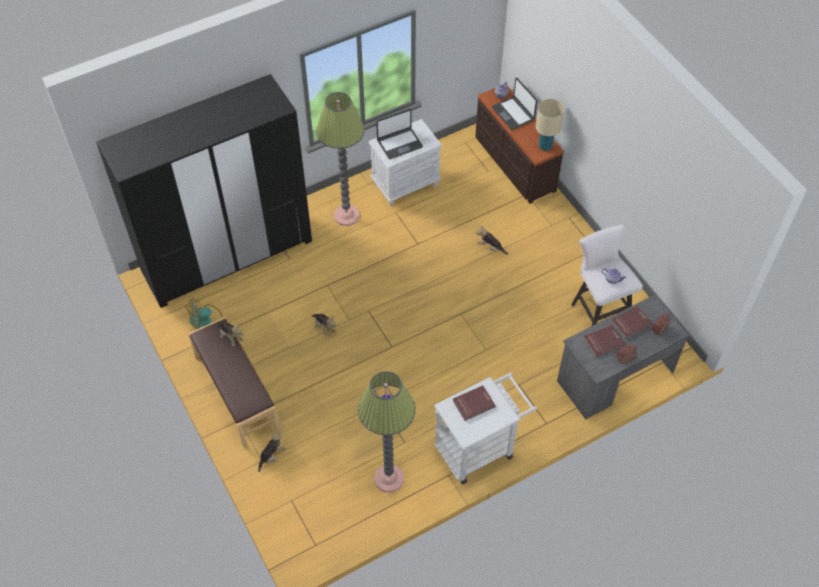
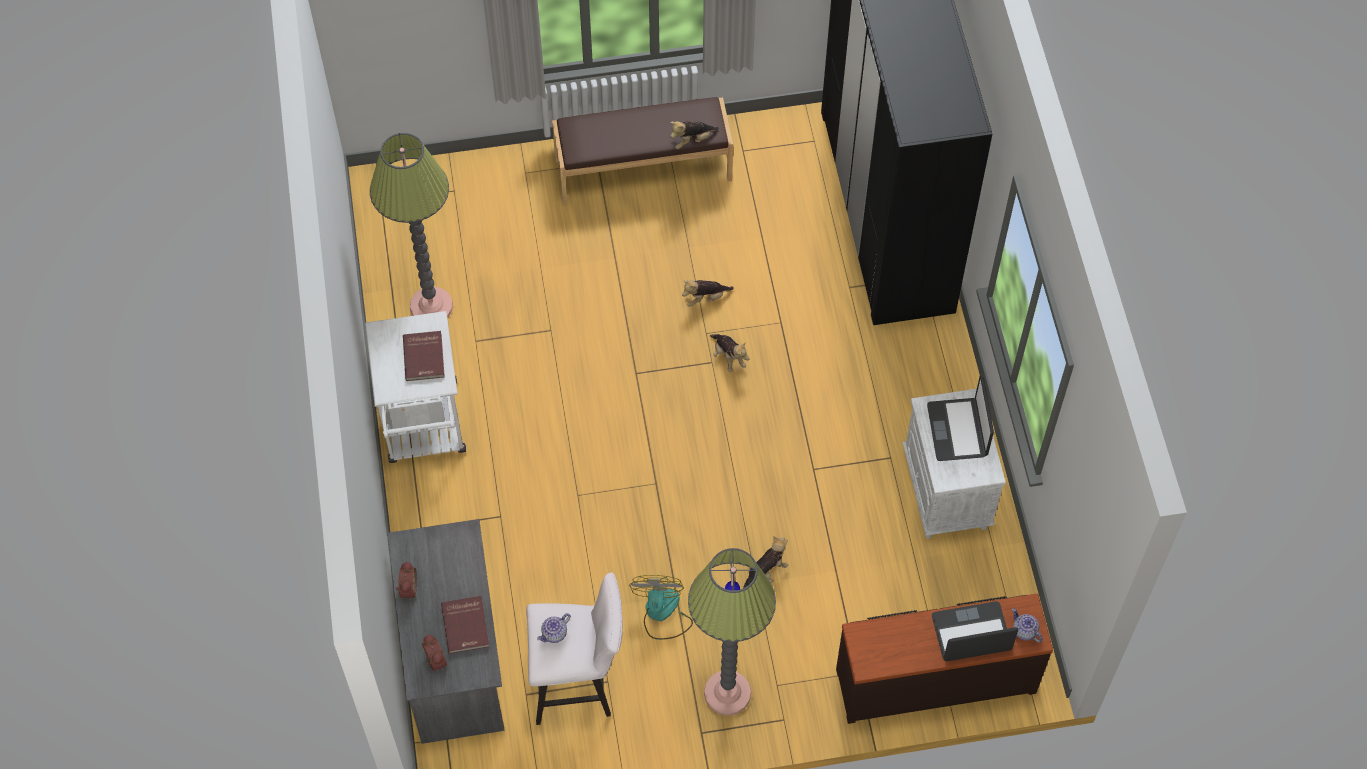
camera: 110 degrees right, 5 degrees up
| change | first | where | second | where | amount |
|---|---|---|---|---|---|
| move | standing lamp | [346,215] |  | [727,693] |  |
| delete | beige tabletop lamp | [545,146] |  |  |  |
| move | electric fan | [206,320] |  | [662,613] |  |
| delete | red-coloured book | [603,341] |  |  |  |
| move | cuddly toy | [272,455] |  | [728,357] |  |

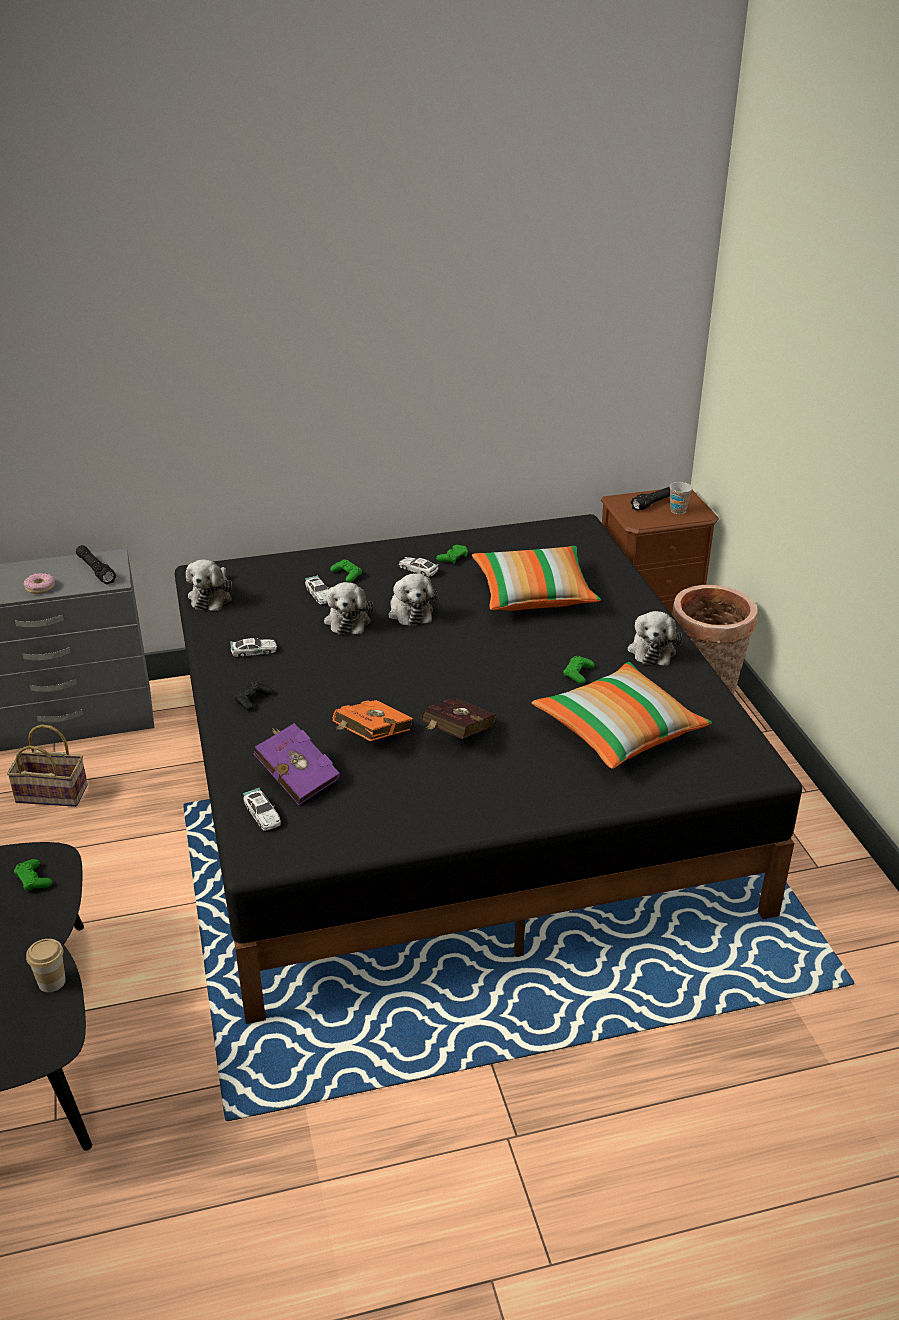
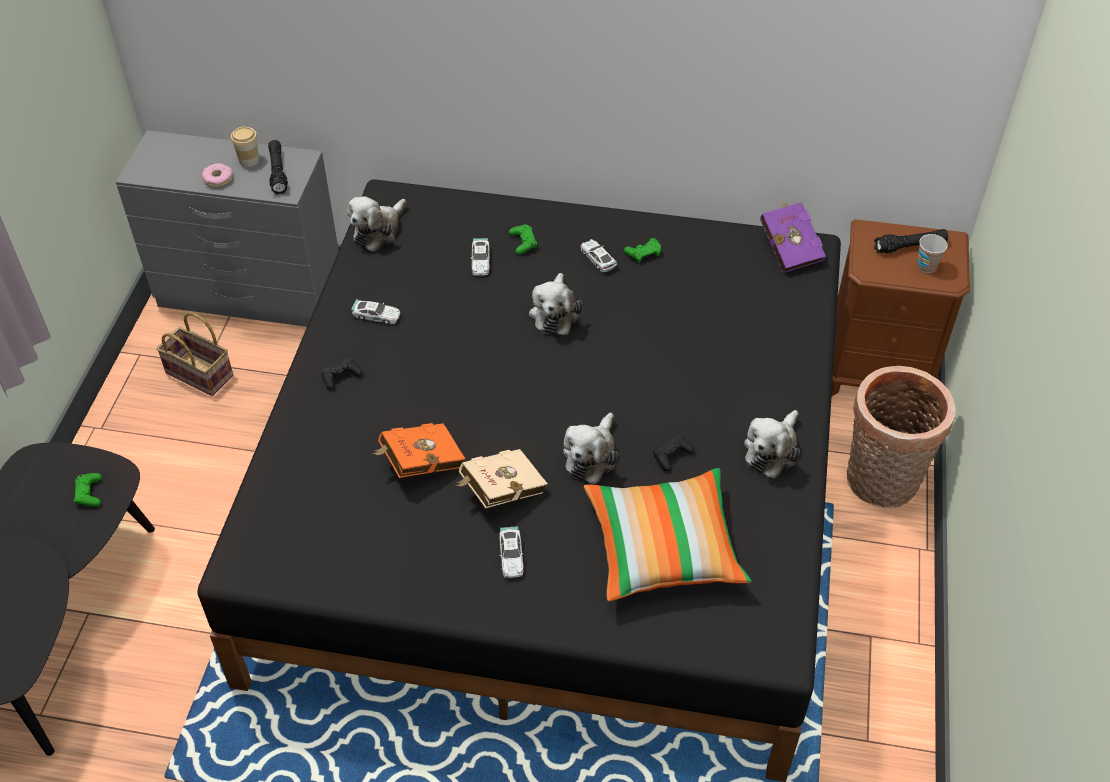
camera: 25 degrees right, 15 degrees up
| change | first | where | second | where | amount |
|---|---|---|---|---|---|
| delete | throw pillow | [534,594] |  |  |  |
| move | cuddly toy | [348,620] |  | [591,456] |  |
| recolor | green-coloured game controller | [578,673] | black game controller | [672,455] |  |
| recolor | red-coloured book | [455,735] | beige book | [499,491] |  |
| move | purple-coloured book | [296,777] |  | [789,248] |  |
| move | model car | [262,814] |  | [511,556] |  |
| move | drinking cup | [52,982] |  | [249,160] |  |

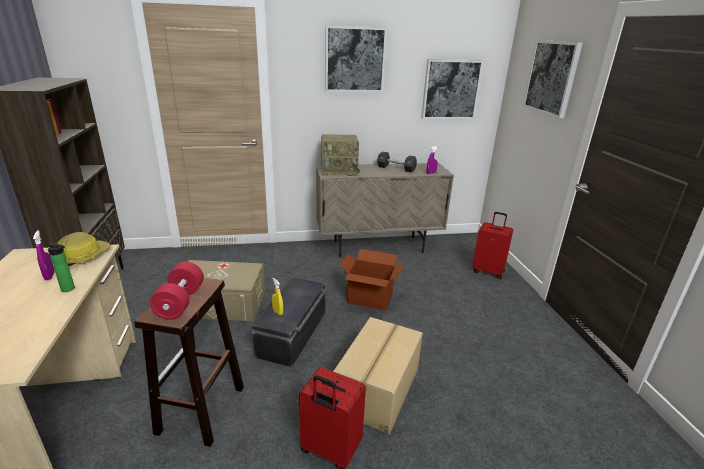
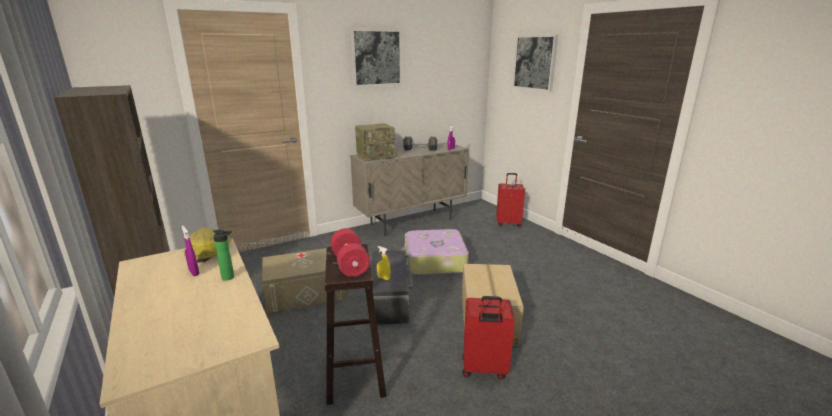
camera: 20 degrees left, 5 degrees down
| change | first | where | second | where | amount |
|---|---|---|---|---|---|
| delete | wall picture | [450,89] |  |  |  |
| replace | cardboard box | [370,299] | travel case | [434,261] |  |

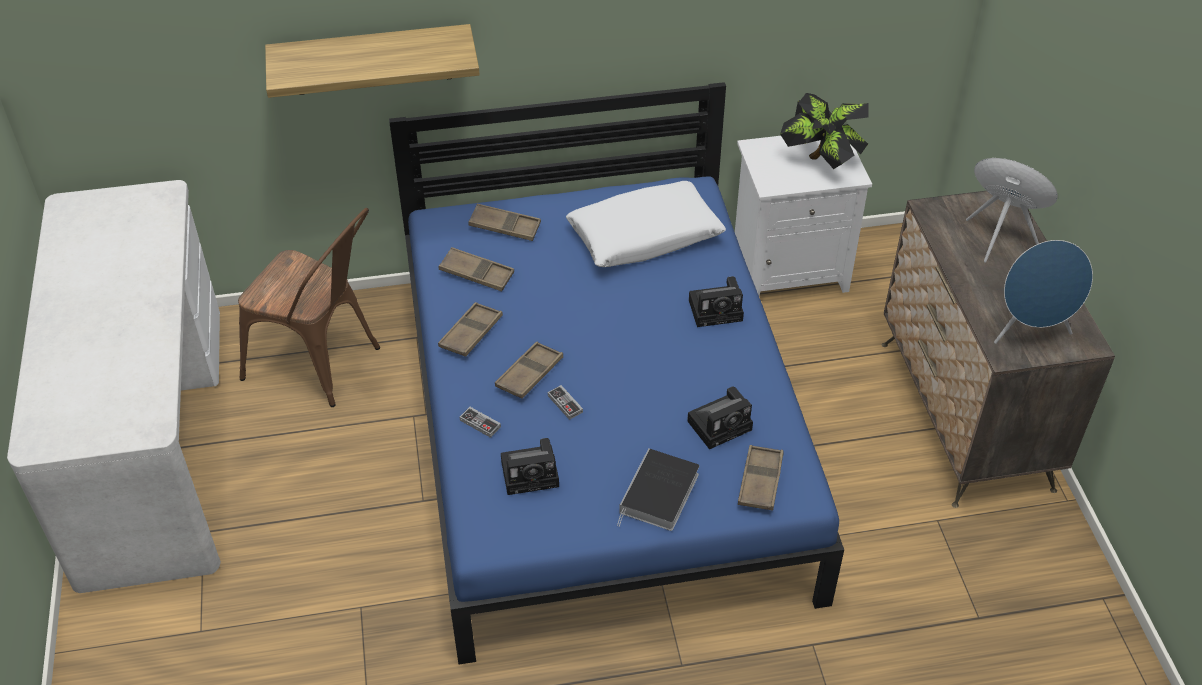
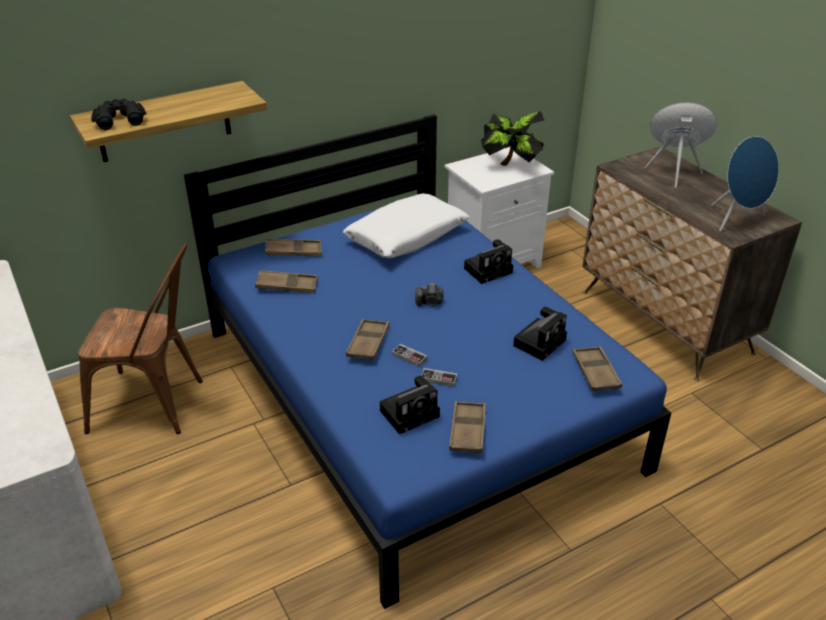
camera: 20 degrees left, 10 degrees down
| change | first | where | second | where | amount |
|---|---|---|---|---|---|
| move | brown-coloured carrying tray | [471,333] |  | [467,431] |  |
| move | game controller | [480,423] |  | [438,379] |  |
| delete | book | [659,495] |  |  |  |
| insert |  |  | black field glasses | [119,119] |  |
| insert |  |  | still camera | [429,303] |  |

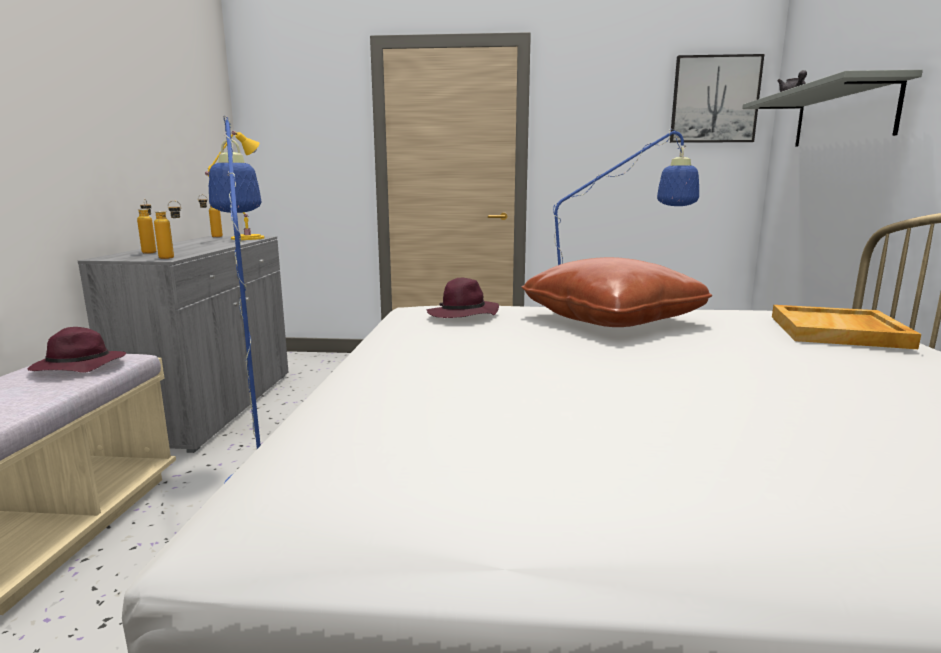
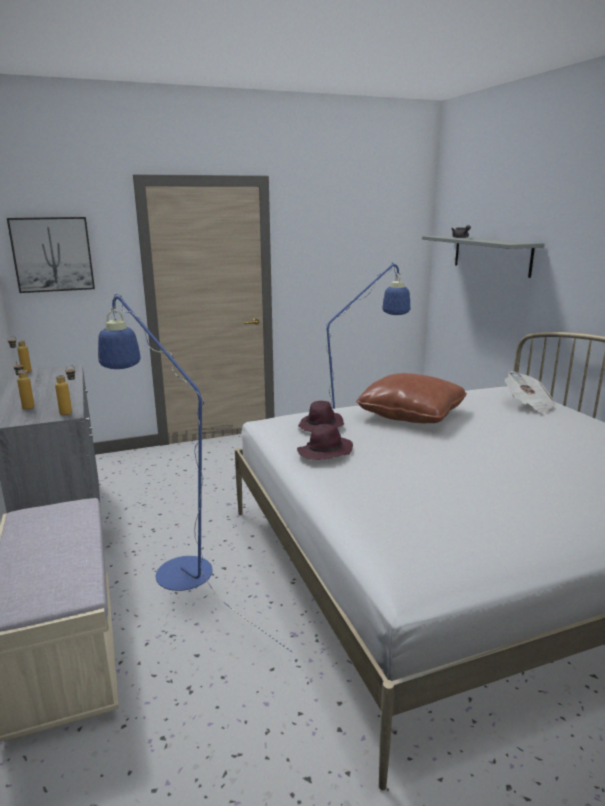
camera: 25 degrees left, 5 degrees up
| change | first | where | second | where | amount |
|---|---|---|---|---|---|
| move | wall picture | [714,99] |  | [52,254] |  |
| delete | yellowish tabletop lamp | [245,238] |  |  |  |
| replace | beige carrying tray | [838,331] | daily paper | [528,405] |  |
| move | purple-coloured clothing hat | [77,367] |  | [325,452] |  |

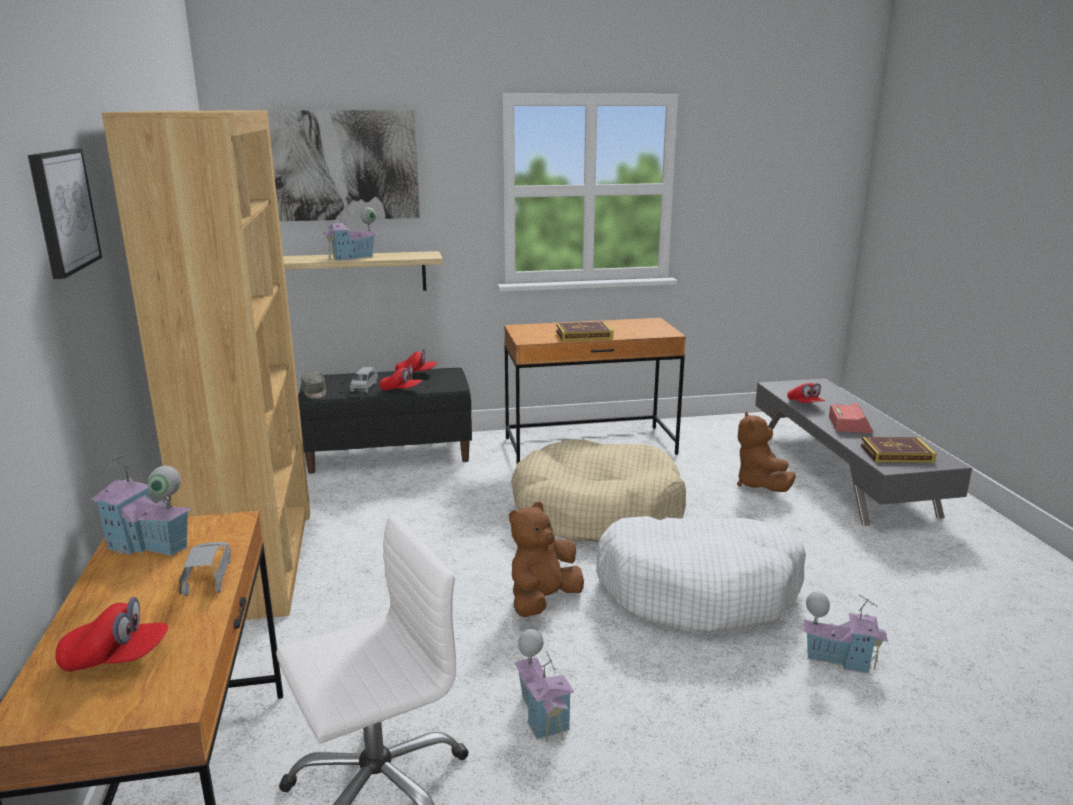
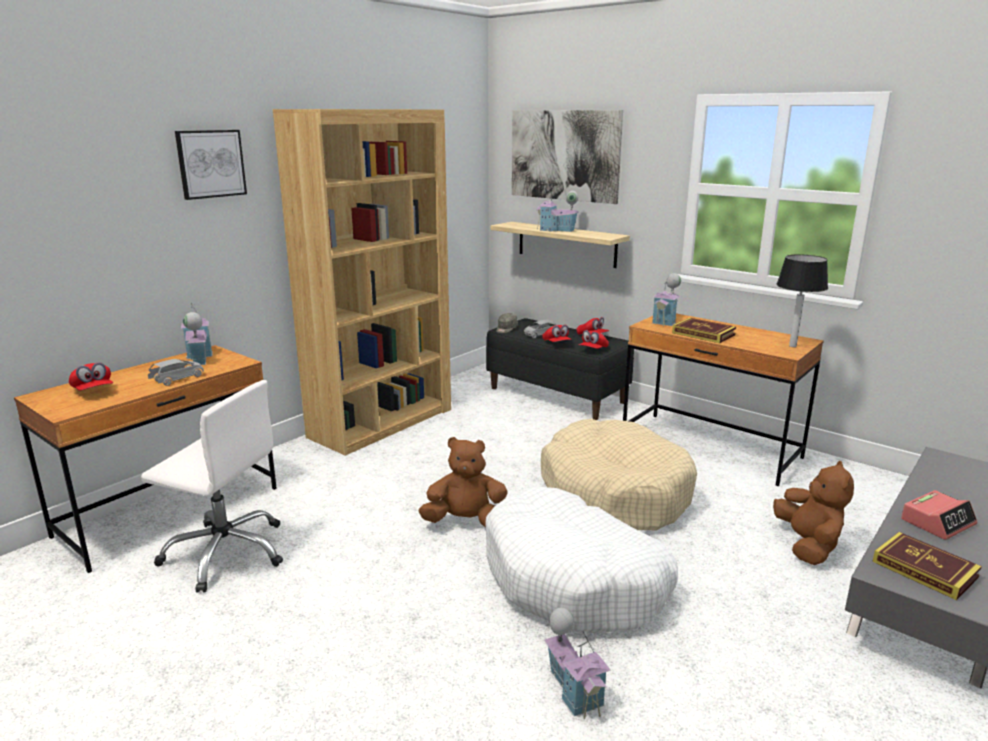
camera: 50 degrees right, 0 degrees up
| change | first | where | second | where | amount |
|---|---|---|---|---|---|
| move | red-coloured peaked cap | [805,404] |  | [593,350] |  |
| rotate | brown-coloured cuddly toy | [760,485] |  | [808,545] | 135 degrees clockwise |
| move | model house | [542,715] |  | [666,320] |  |
| insert |  |  | tabletop lamp | [793,346] |  |

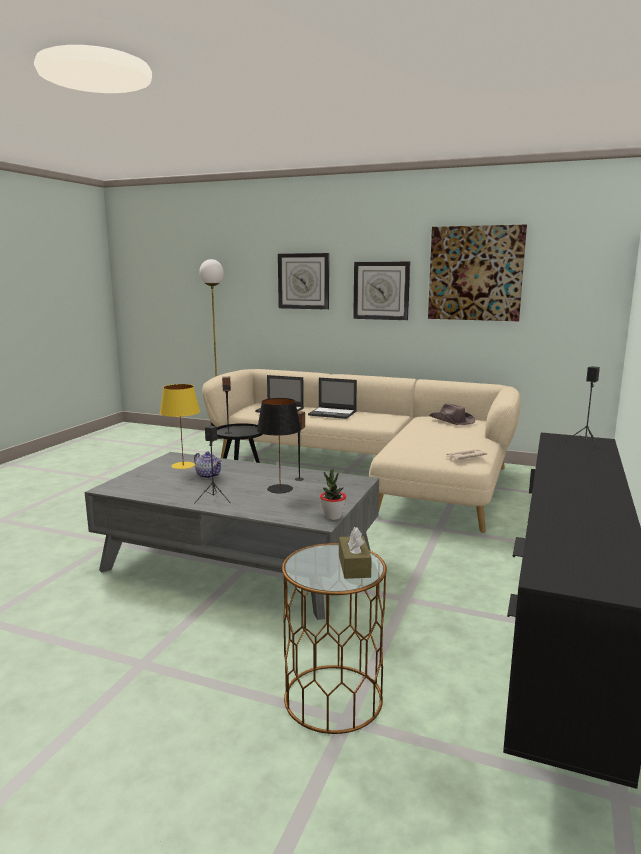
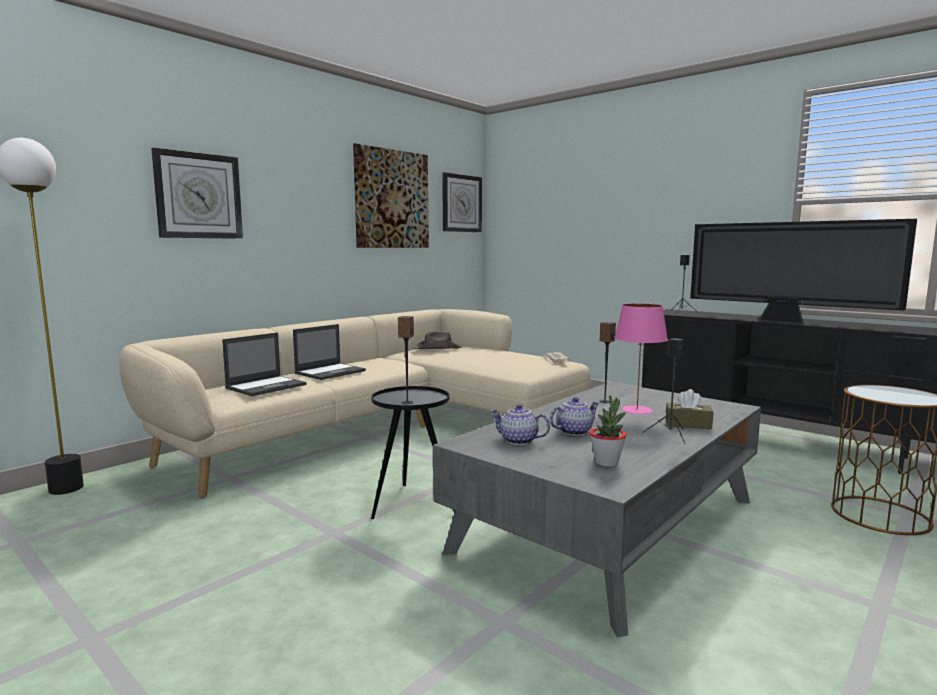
camera: 70 degrees left, 5 degrees down
| change | first | where | second | where | amount |
|---|---|---|---|---|---|
| move | hanging clock | [381,290] |  | [461,203] |  |
| replace | yellowish tabletop lamp | [182,465] | tea pot | [518,441] |  |
| recolor | black tabletop lamp | [279,489] | pink-coloured tabletop lamp | [637,410] |  |
| move | houseplant | [332,517] |  | [606,462] |  |
| move | brown-coloured tissue holder | [354,566] |  | [688,424] |  |
| insert |  |  | TV set | [785,322] |  |

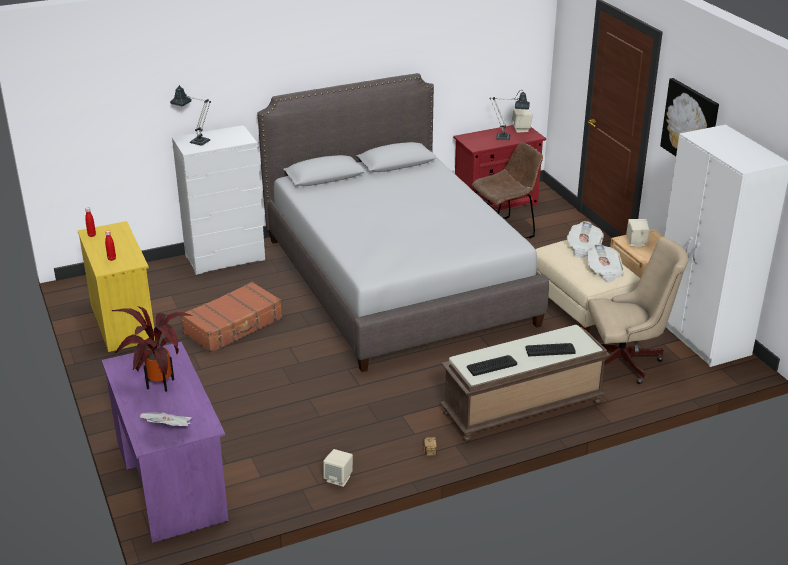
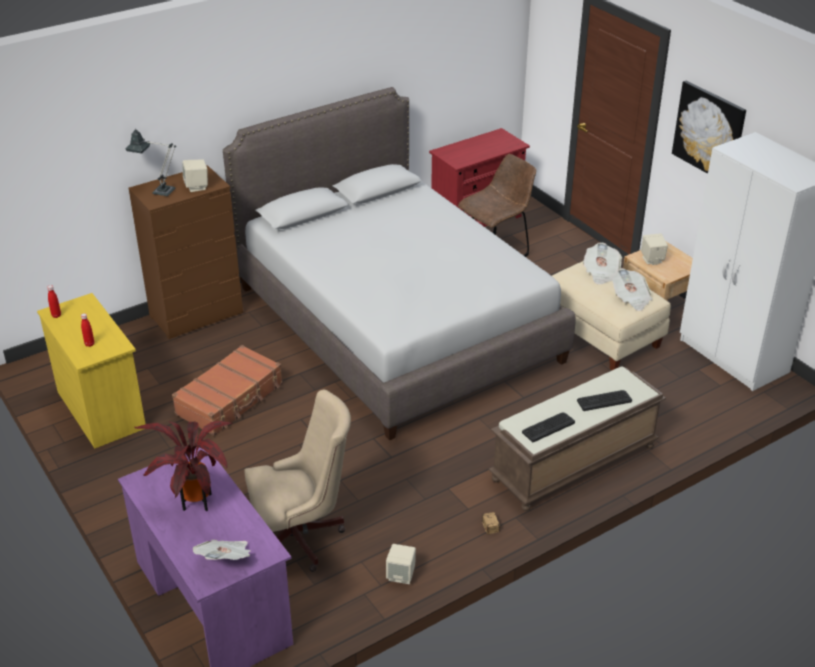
camera: 10 degrees left, 5 degrees up
| change | first | where | second | where | amount |
|---|---|---|---|---|---|
| delete | tabletop lamp | [507,138] |  |  |  |
| move | beige speaker | [521,129] |  | [197,187] |  |
| recolor | white dresser | [225,258] | brown-coloured dresser | [197,315] |  |
| move | beige office chair | [626,361] |  | [301,537] |  |

